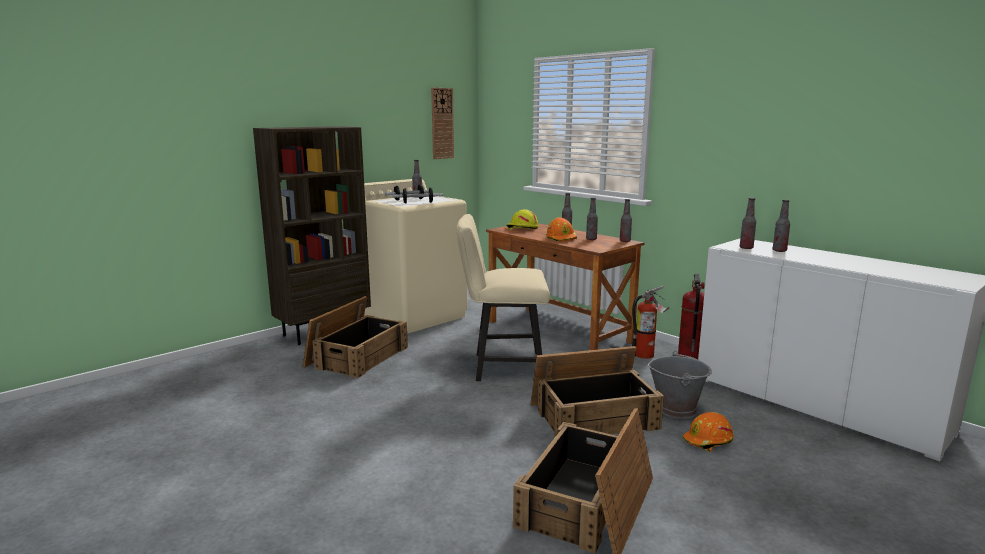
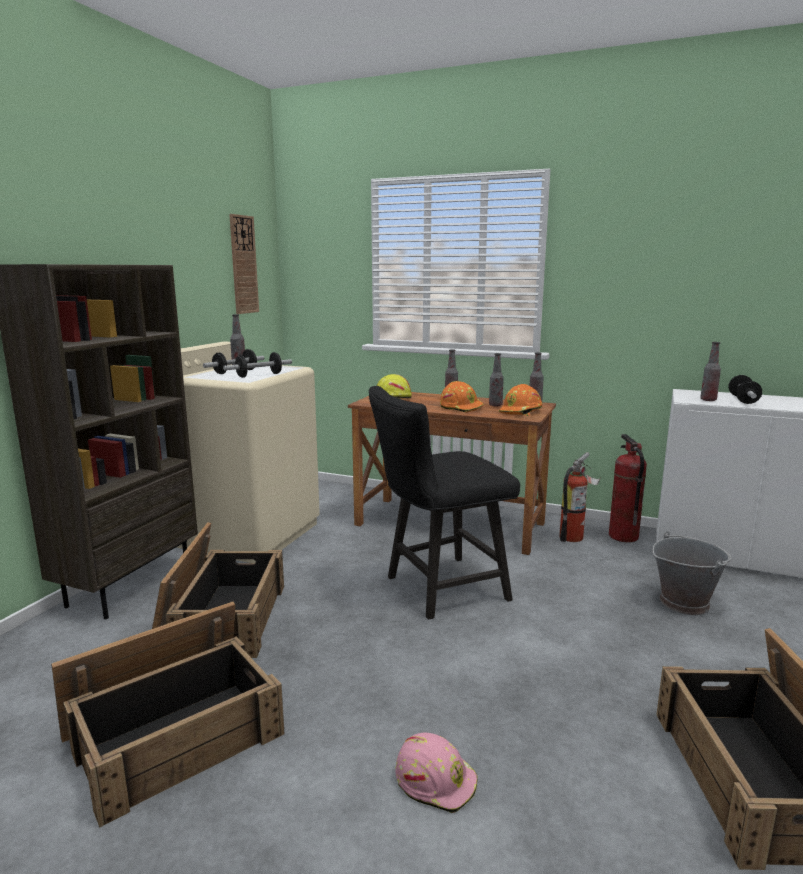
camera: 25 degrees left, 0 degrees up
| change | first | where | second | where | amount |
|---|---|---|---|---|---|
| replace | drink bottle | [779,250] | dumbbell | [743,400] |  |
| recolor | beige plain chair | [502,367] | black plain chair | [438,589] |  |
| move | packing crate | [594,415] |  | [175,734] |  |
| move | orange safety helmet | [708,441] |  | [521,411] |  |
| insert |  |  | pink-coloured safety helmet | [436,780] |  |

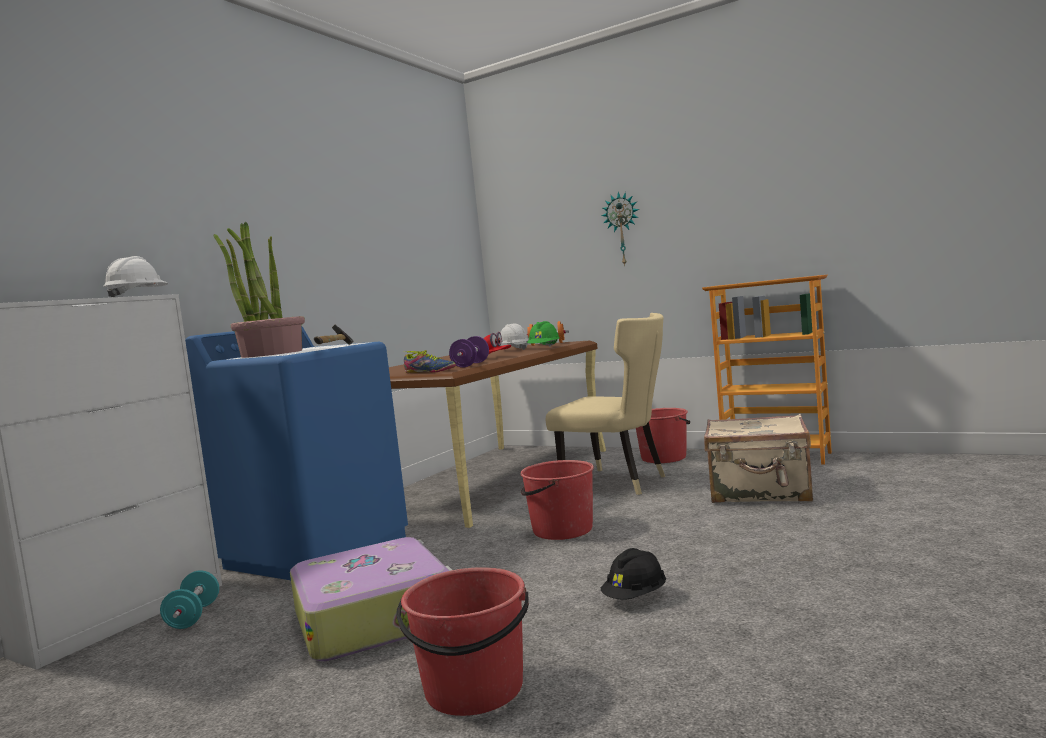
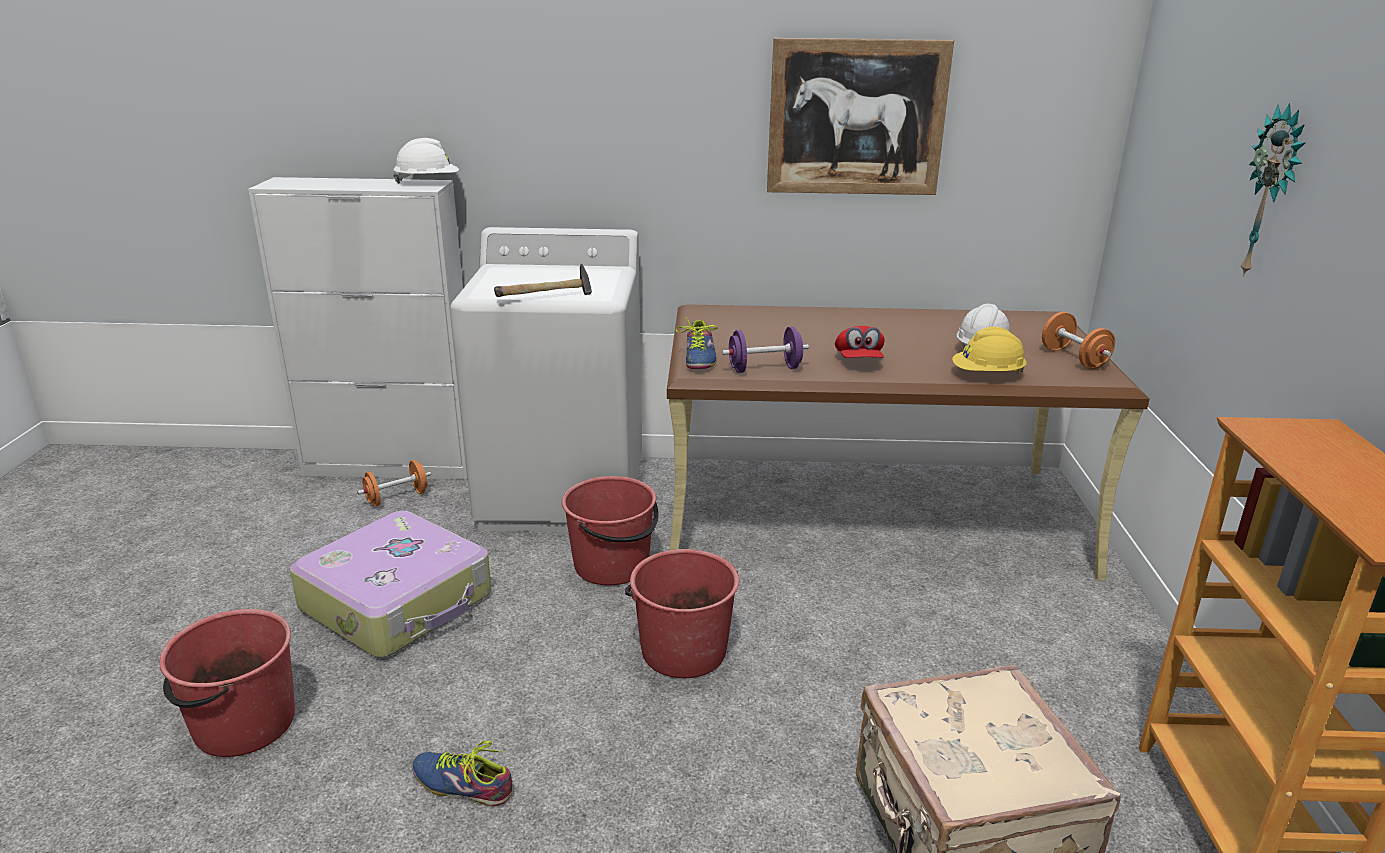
camera: 60 degrees right, 20 degrees up
| change | first | where | second | where | amount |
|---|---|---|---|---|---|
| delete | houseplant | [271,354] |  |  |  |
| delete | beige plain chair | [618,483] |  |  |  |
| recolor | green-coloured safety helmet | [544,348] | yellowish safety helmet | [987,375] |  |
| recolor | blue-coloured laundry appliance | [317,551] | white laundry appliance | [563,494] |  |
| move | red-coloured bucket | [664,458] |  | [612,565] |  |
| replace | black safety helmet | [635,598] | low shoe | [462,785] |  |
| recolor | turquoise-coloured dumbbell | [193,616] | orange dumbbell | [397,498] |  |
| insert |  |  | wall picture | [856,118] |  |

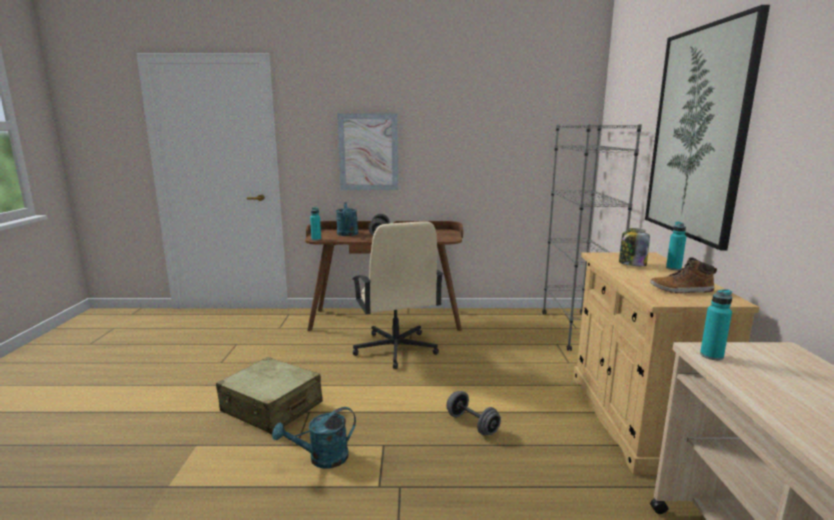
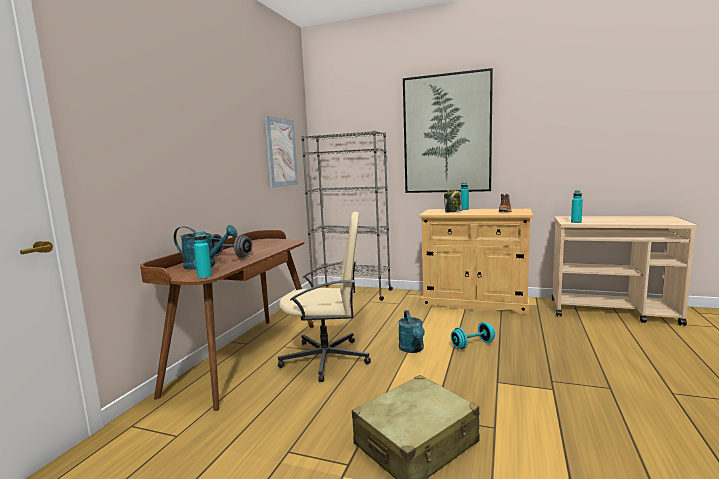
camera: 70 degrees left, 5 degrees down
| change | first | where | second | where | amount |
|---|---|---|---|---|---|
| move | wall picture | [368,152] |  | [281,152] |  |
| recolor | greyish dumbbell | [472,424] | turquoise-coloured dumbbell | [472,345] |  |
| move | turquoise-coloured watering pot | [322,459] |  | [412,349] |  |

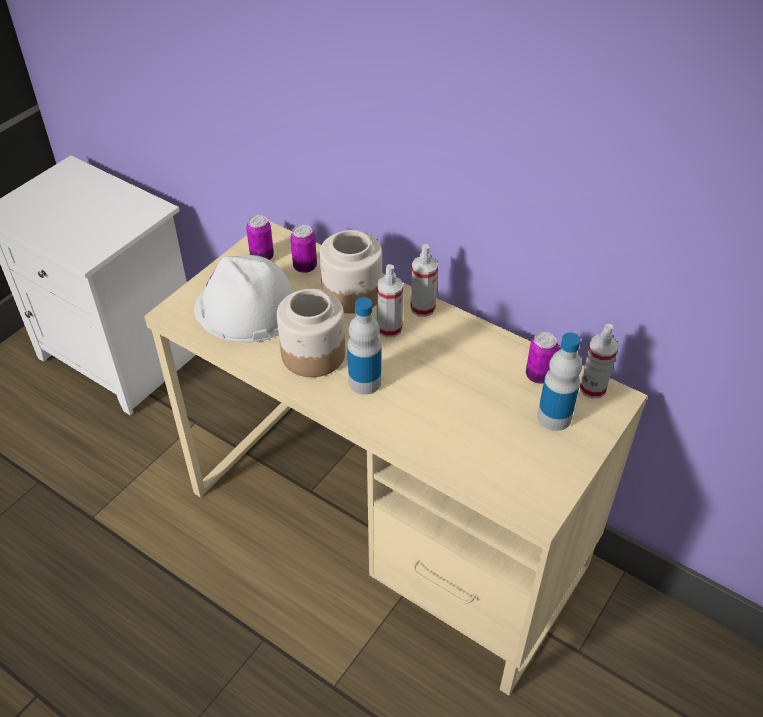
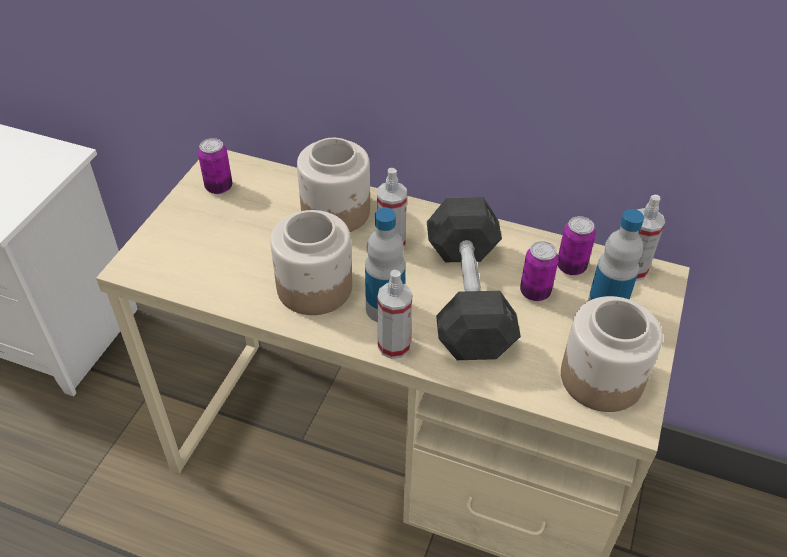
camera: 15 degrees left, 0 degrees up
| change | first | where | second | where | amount |
|---|---|---|---|---|---|
| move | can | [305,267] |  | [535,292] |  |
| move | spray bottle | [422,308] |  | [394,346] |  |
| delete | white safety helmet | [246,308] |  |  |  |
| insert |  |  | greyish dumbbell | [468,297] |  |
| insert |  |  | preserve jar | [602,378] |  |

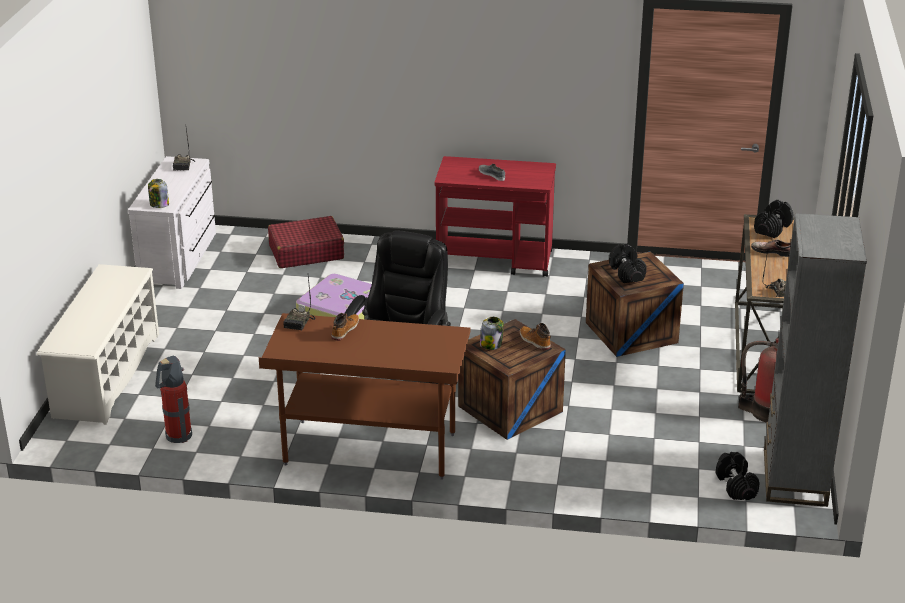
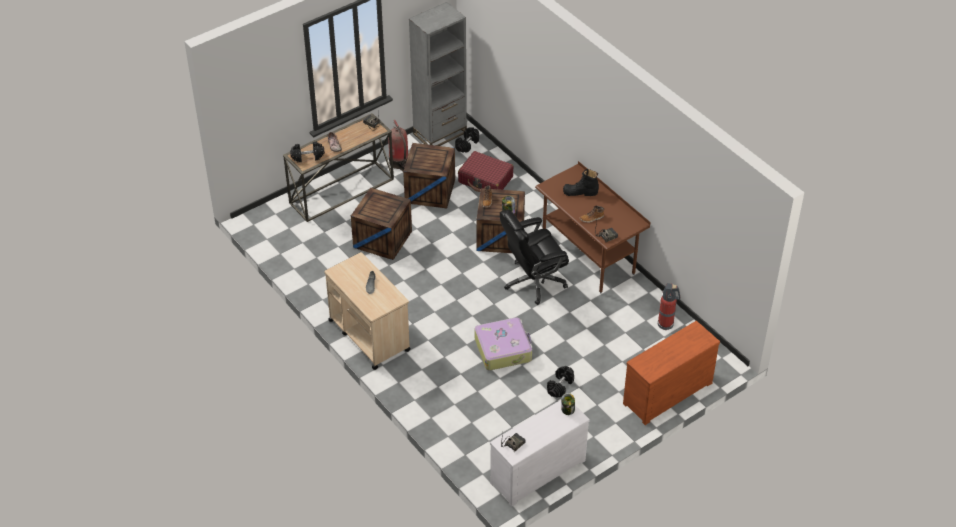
camera: 135 degrees left, 15 degrees up
| change | first | where | second | where | amount |
|---|---|---|---|---|---|
| recolor | red-coloured trolley | [495,260] | beige trolley | [369,335] |  |
| move | red-coloured travel case | [306,252] |  | [485,180] |  |
| move | black dumbbell | [627,273] |  | [560,386] |  |
| replace | white shoe shelf | [106,375] | brown-coloured dresser | [666,392] |  |
| insert |  |  | packing crate | [430,191] |  |
| insert |  |  | black boot | [580,192] |  |

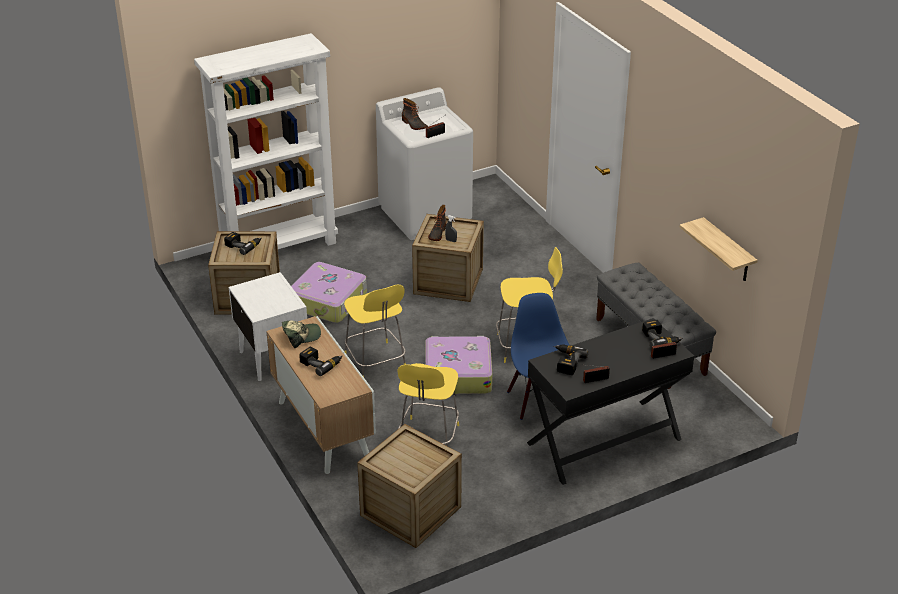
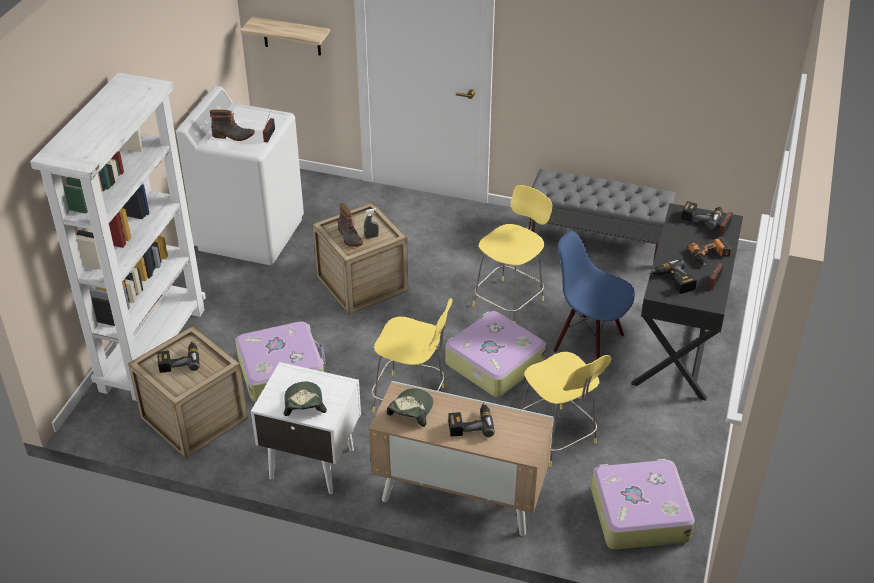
camera: 45 degrees left, 5 degrees up
| change | first | where | second | where | amount |
|---|---|---|---|---|---|
| move | shelf | [728,251] |  | [292,36] |  |
| replace | packing crate | [410,511] | travel case | [638,513] |  |
| insert |  |  | drill | [710,256] |  |
| insert |  |  | peaked cap | [303,404] |  |

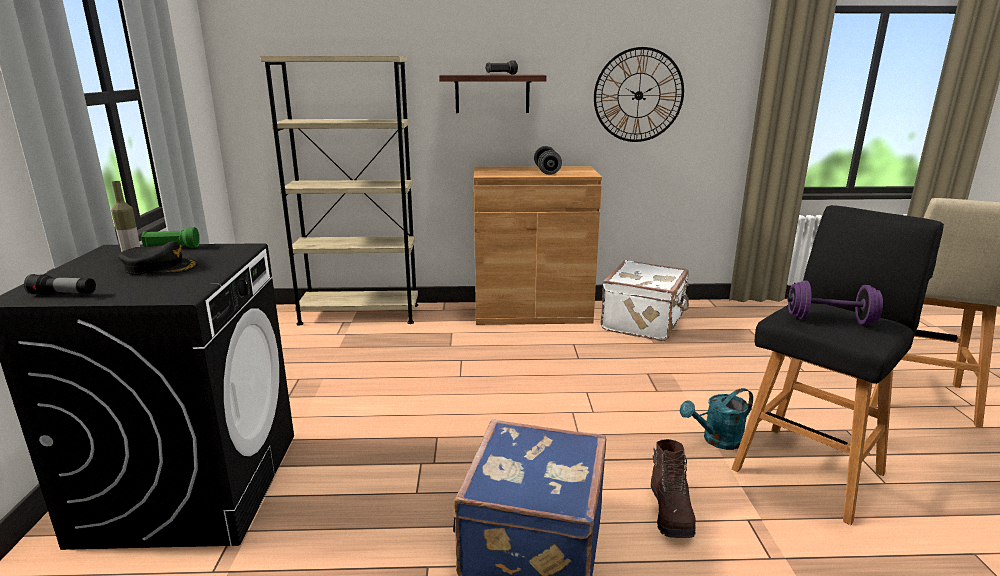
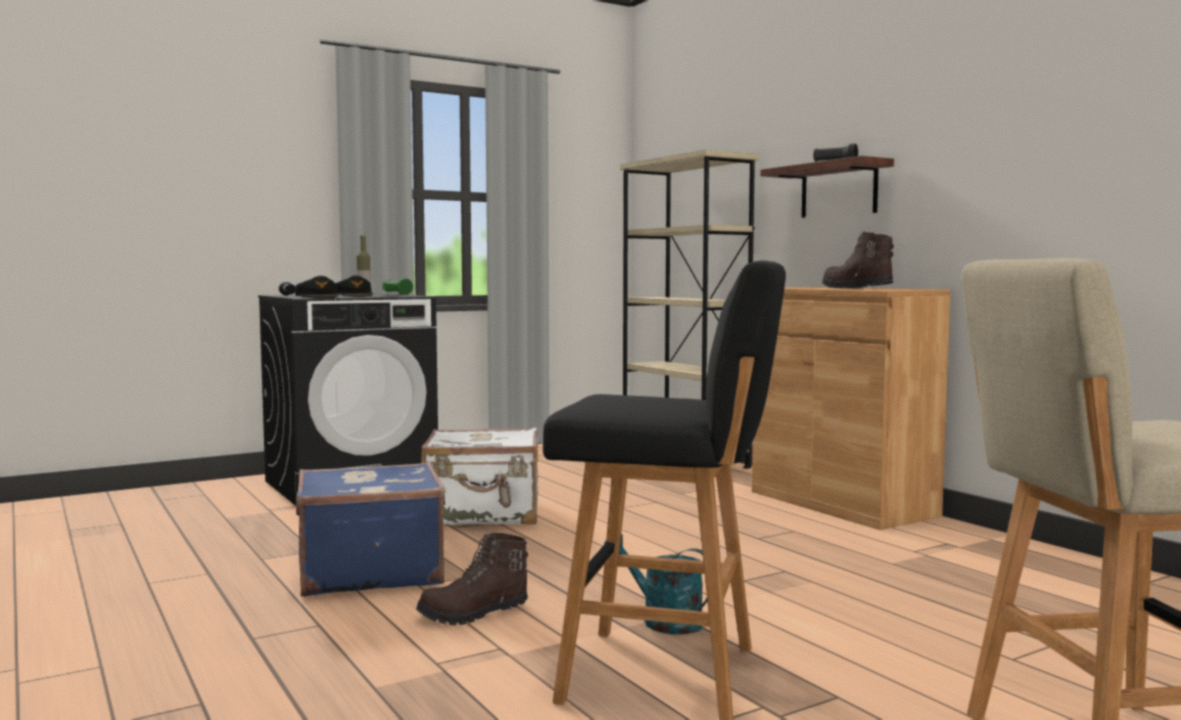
camera: 60 degrees right, 15 degrees down
| change | first | where | second | where | amount |
|---|---|---|---|---|---|
| delete | hanging clock | [638,95] |  |  |  |
| replace | greyish dumbbell | [547,171] | brown-coloured boot | [855,288] |  |
| move | white travel case | [644,323] |  | [484,515] |  |
| delete | purple-coloured dumbbell | [830,320] |  |  |  |
| insert |  |  | black peaked cap | [317,296] |  |

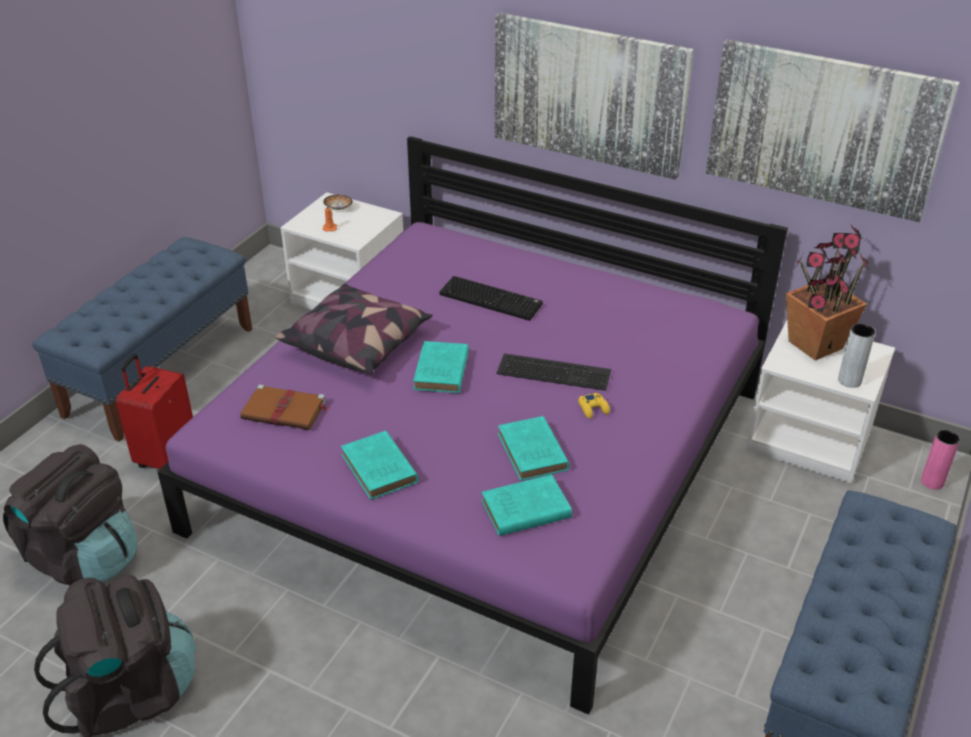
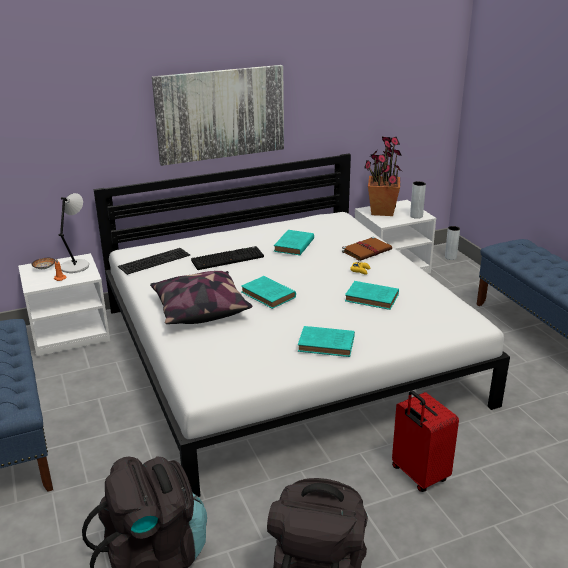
camera: 50 degrees left, 10 degrees down
| change | first | where | second | where | amount |
|---|---|---|---|---|---|
| delete | wall picture | [824,129] |  |  |  |
| recolor | purple-coloured bedroom bed | [486,458] | white bedroom bed | [285,353] |  |
| move | computer keyboard | [555,371] |  | [154,260] |  |
| move | red-coloured travel case | [166,456] |  | [418,475] |  |
| move | brown-coloured book | [285,411] |  | [367,250] |  |
| recolor | pink-coloured vase | [932,482] | greyish vase | [450,257] |  |
| move | turquoise-coloured book | [523,510] |  | [293,246] |  |
| insert |  |  | greyish tabletop lamp | [76,266] |  |

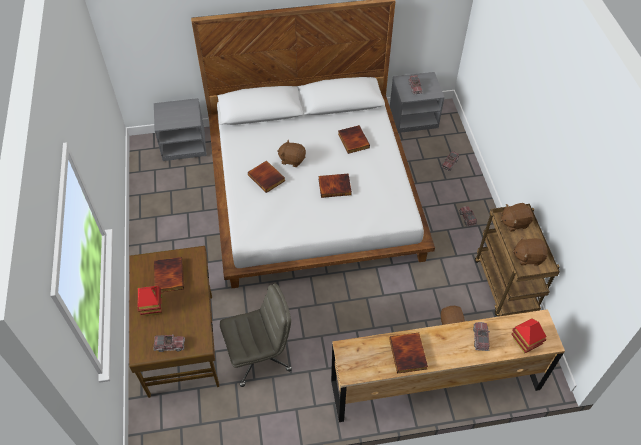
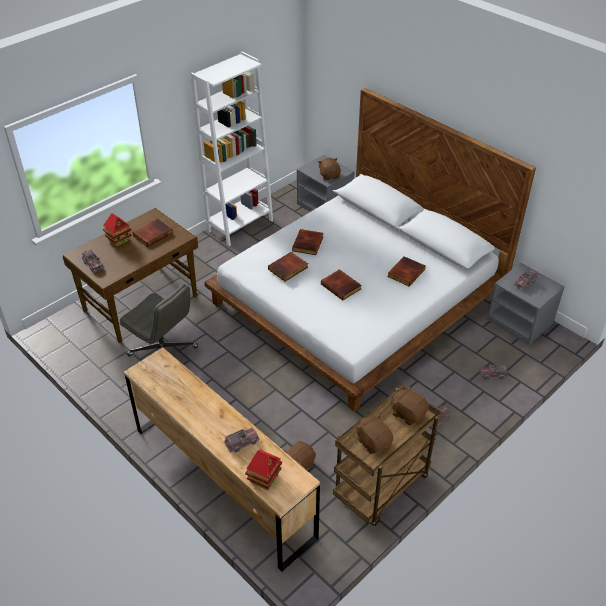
camera: 55 degrees right, 10 degrees down
| change | first | where | second | where | amount |
|---|---|---|---|---|---|
| move | brown-coloured cuddly toy | [292,159] |  | [329,176] |  |
| move | book | [409,354] |  | [288,269] |  |
| insert |  |  | white shelving unit | [240,225] |  |

